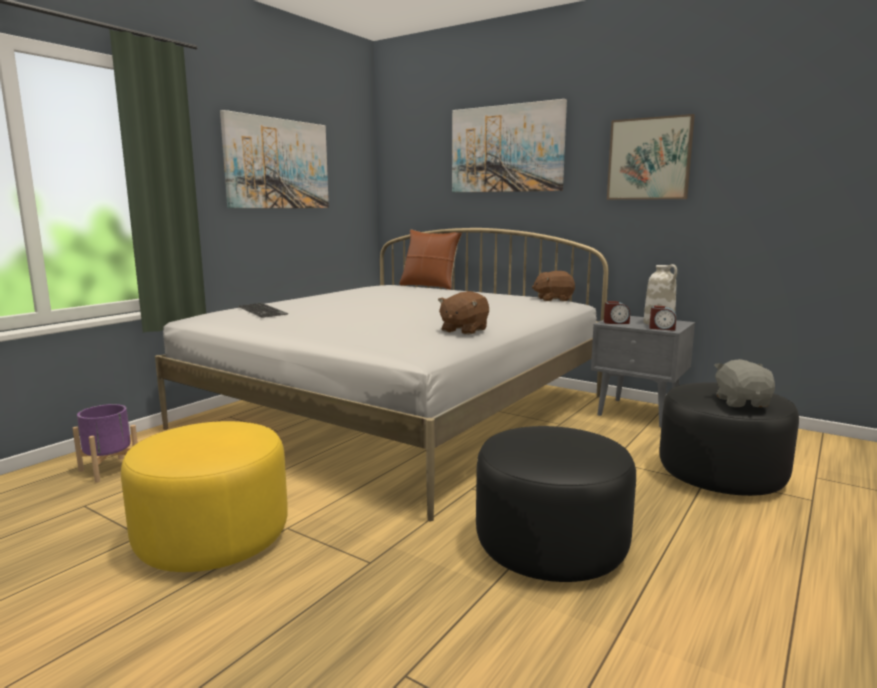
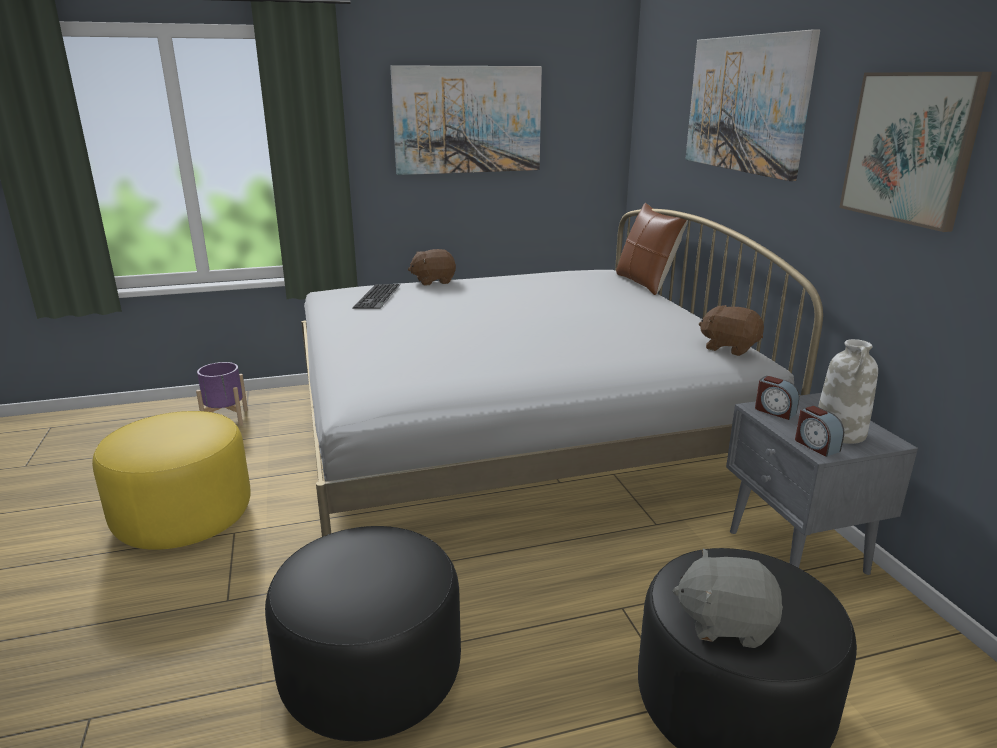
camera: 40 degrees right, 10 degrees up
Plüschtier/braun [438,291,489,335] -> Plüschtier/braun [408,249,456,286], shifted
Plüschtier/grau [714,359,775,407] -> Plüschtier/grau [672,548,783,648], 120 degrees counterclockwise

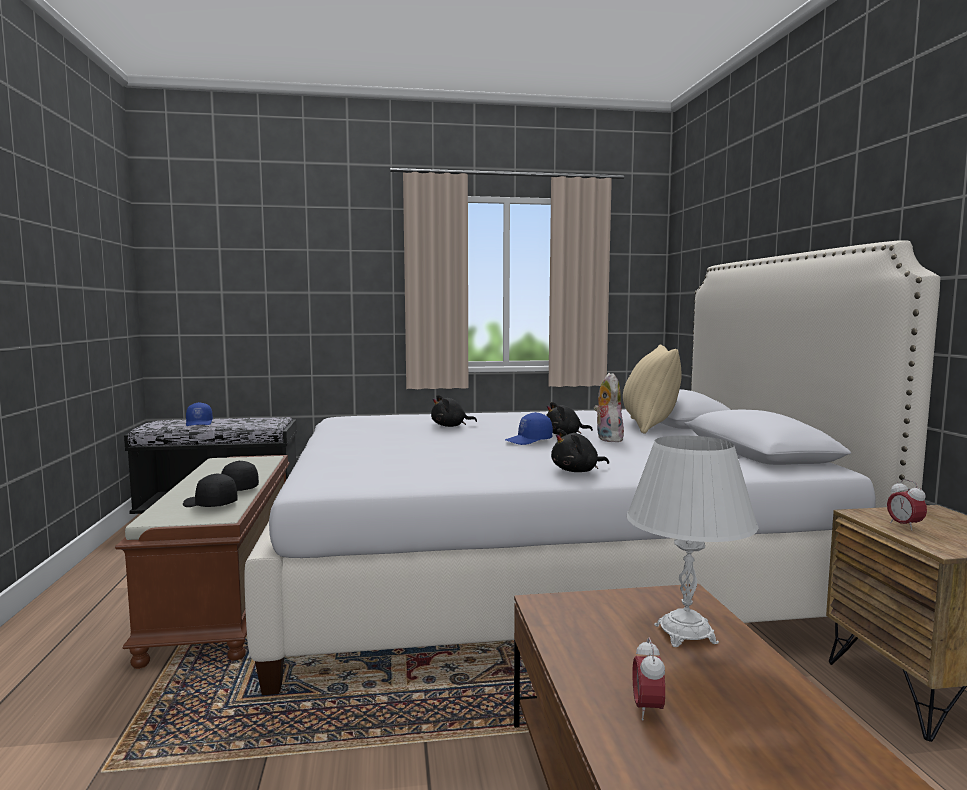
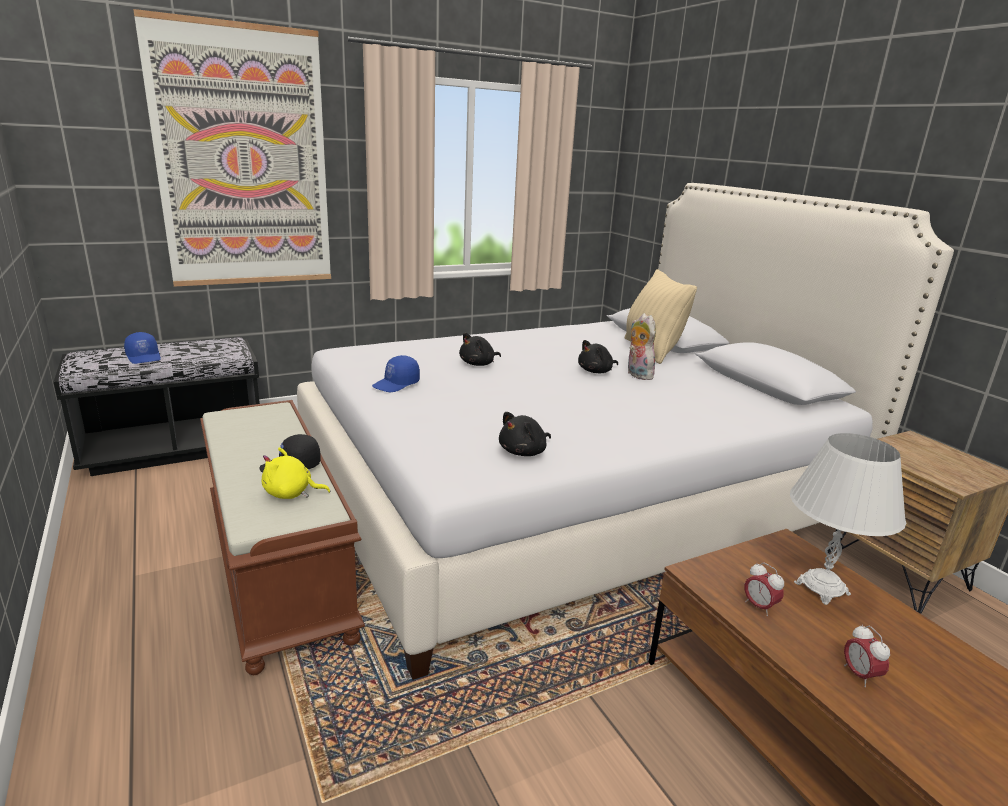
camera: 20 degrees left, 15 degrees up
Kappe/schwarz [183,474,238,507] -> Plüschtier/gelb [262,447,331,499]
Kappe/blau [505,412,553,445] -> Kappe/blau [372,355,420,392], shifted
Plüschtier/schwarz [551,429,609,472] -> Plüschtier/schwarz [499,412,551,456], shifted
Wecker [887,479,927,531] -> Wecker [744,562,784,616], shifted
none -> Bild [133,9,331,287]

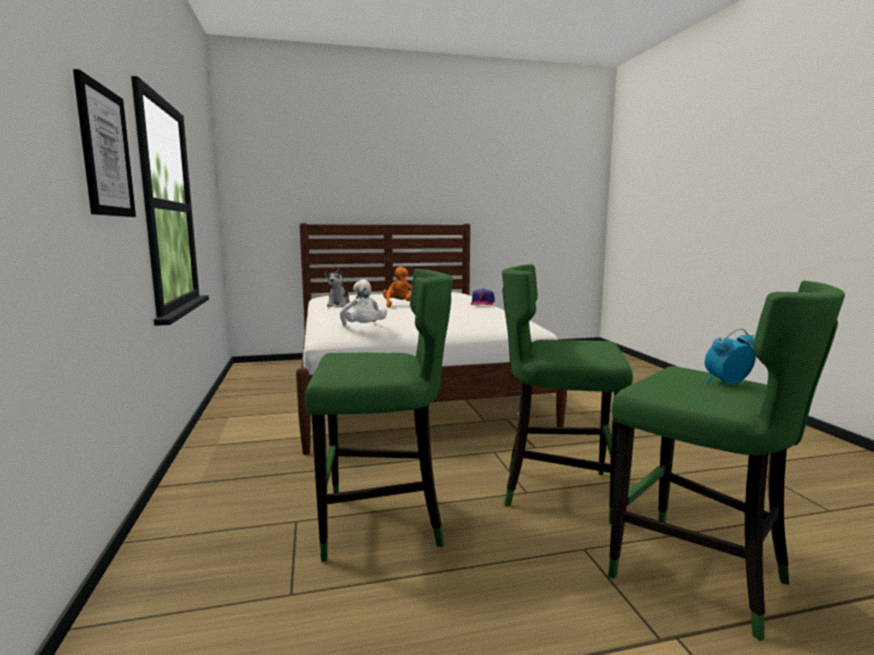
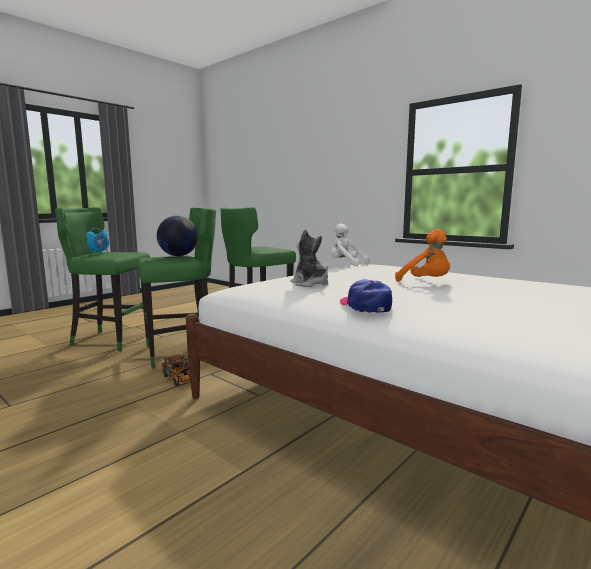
camera: 145 degrees right, 0 degrees up
Bild [73,69,136,217] -> none
Plüschtier [325,267,350,307] -> Plüschtier [291,229,328,287], shifted
none -> Globus [157,216,198,256]
none -> Spielzeuglaster [162,354,190,386]

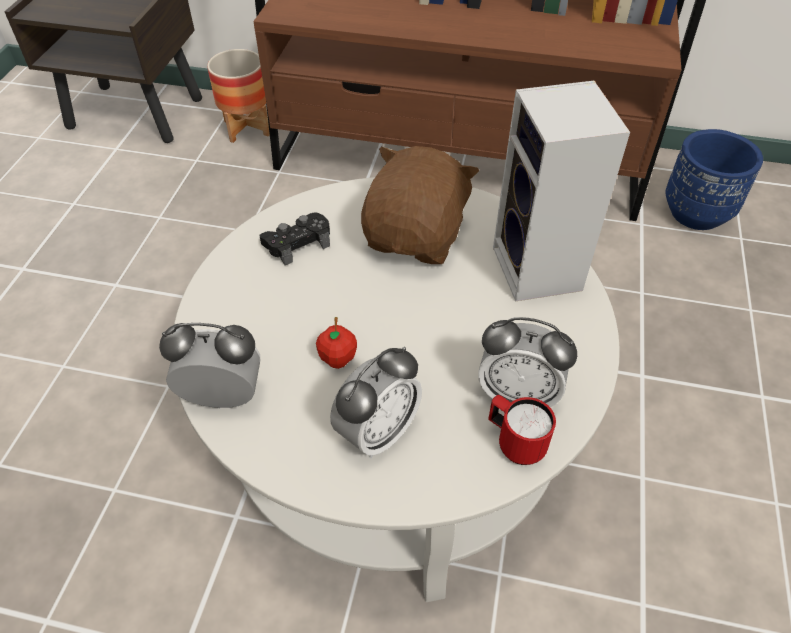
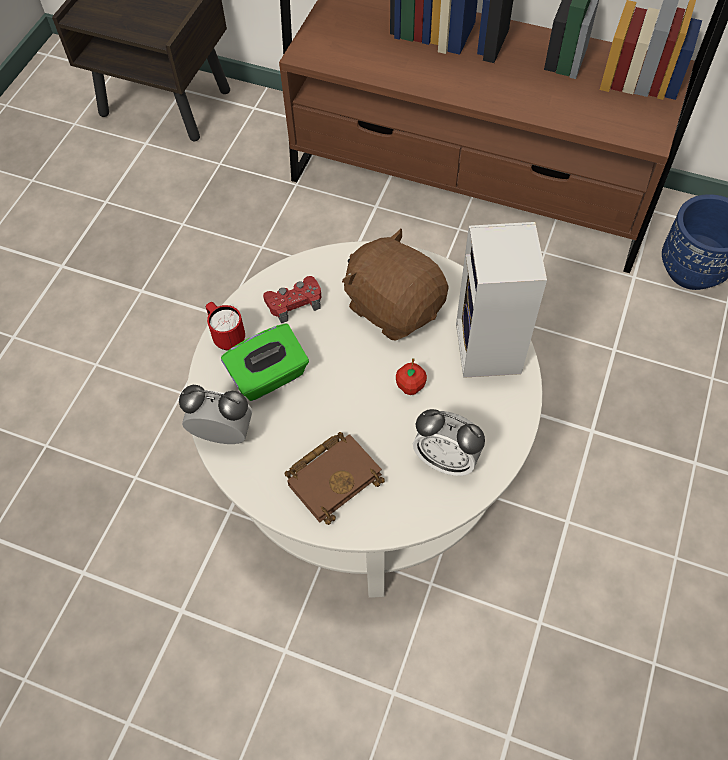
camera: 10 degrees right, 10 degrees up
Pflanzkübel [207,49,270,143] -> none
Gamepad/schwarz [260,212,330,265] -> Gamepad/rot [263,276,321,323]
Apfel [316,317,357,369] -> Apfel [396,358,427,395], shifted
Wecker [330,347,422,458] -> Buch/braun [285,432,385,525]
Plüschtier/braun [361,146,479,264] -> Plüschtier/braun [342,228,449,341], 75 degrees counterclockwise
Henkelbecher/rot [488,395,556,465] -> Henkelbecher/rot [206,302,245,351], shifted
none -> Taschentuchbox/grün [221,324,309,401]

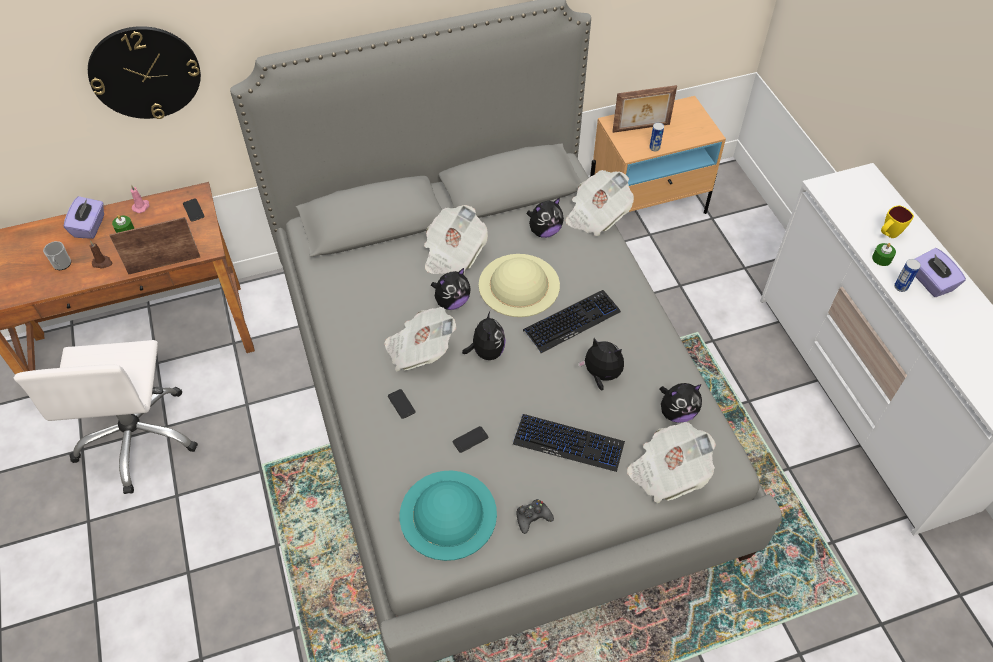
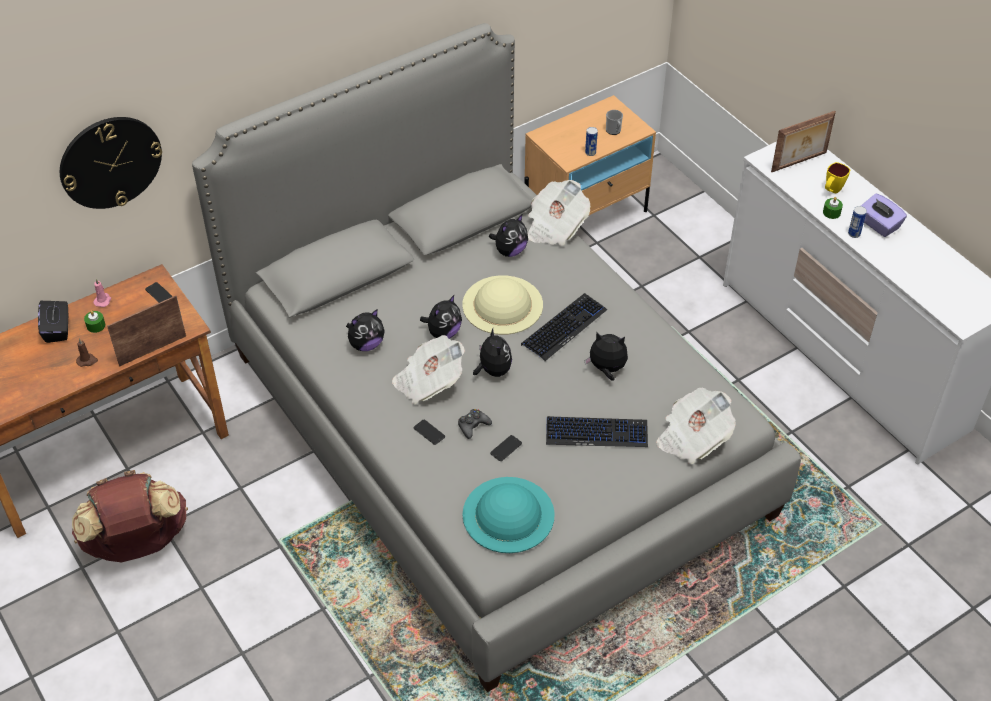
camera: 15 degrees left, 5 degrees down
Bürostuhl/weiß [14,340,198,494] -> Rucksack/braun [72,470,188,563]
Henkelbecher [43,241,71,270] -> Henkelbecher [606,110,623,135], shifted
Taschentuchbox/lila [64,196,104,239] -> Taschentuchbox/schwarz [38,301,68,343]
Zeitung [424,205,488,275] -> none
Gamepad/schwarz [517,499,554,534] -> Gamepad/schwarz [458,409,492,439], shifted
Bilderrahmen [612,85,677,133] -> Bilderrahmen [771,111,836,172], shifted
Plüschtier [659,383,702,423] -> Plüschtier [346,310,385,351], shifted

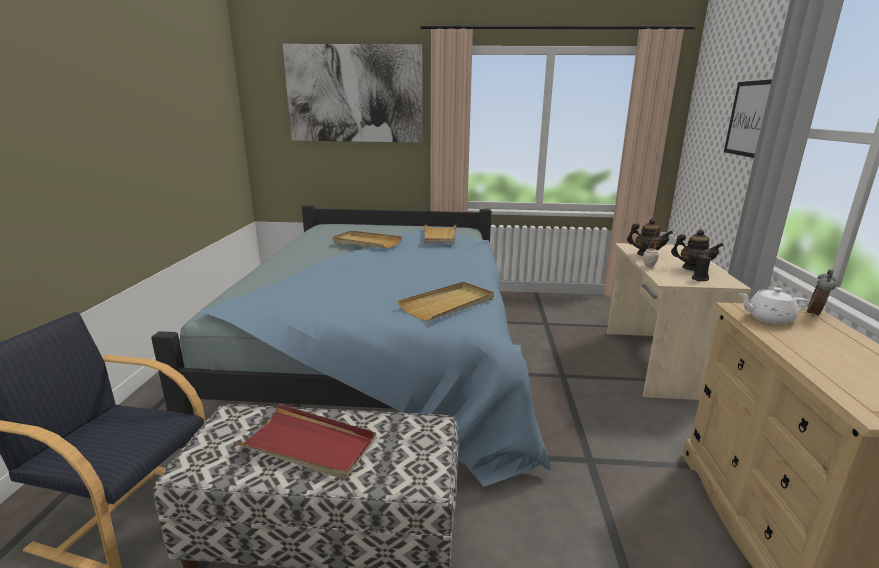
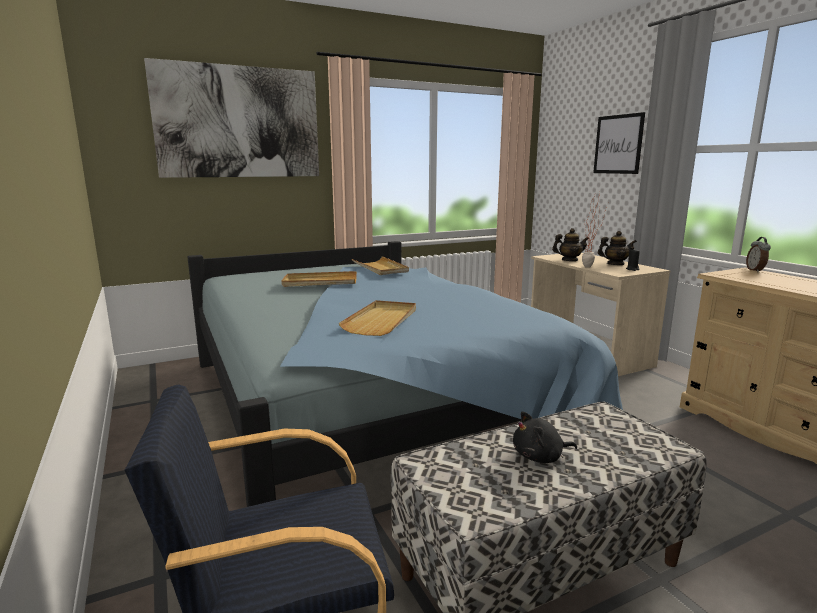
camera: 30 degrees left, 5 degrees down
Tablett/rot [234,404,377,480] -> Plüschtier/schwarz [513,412,577,463]
Tablett/beige [398,282,494,321] -> Tablett/beige [339,300,416,336], shifted
Teekanne/weiß [738,287,809,325] -> none

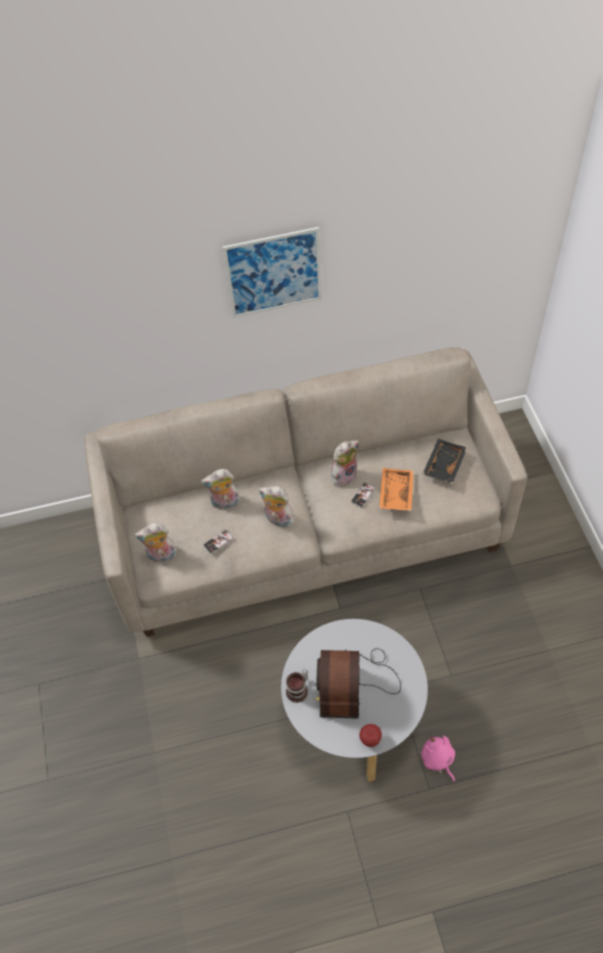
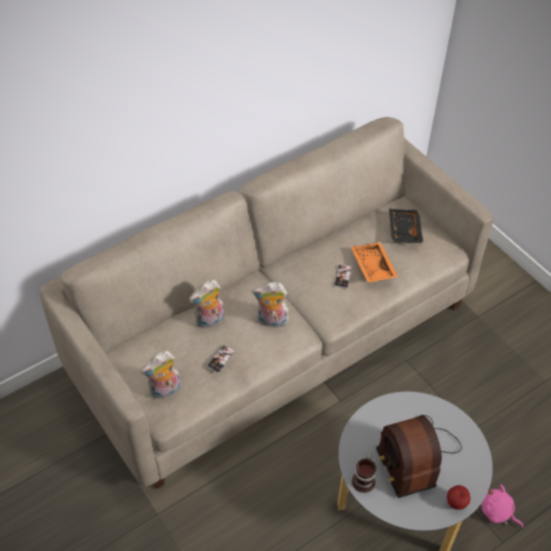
camera: 25 degrees left, 5 degrees down
Bild [222,227,322,318] -> none
Plüschtier [331,440,359,487] -> none

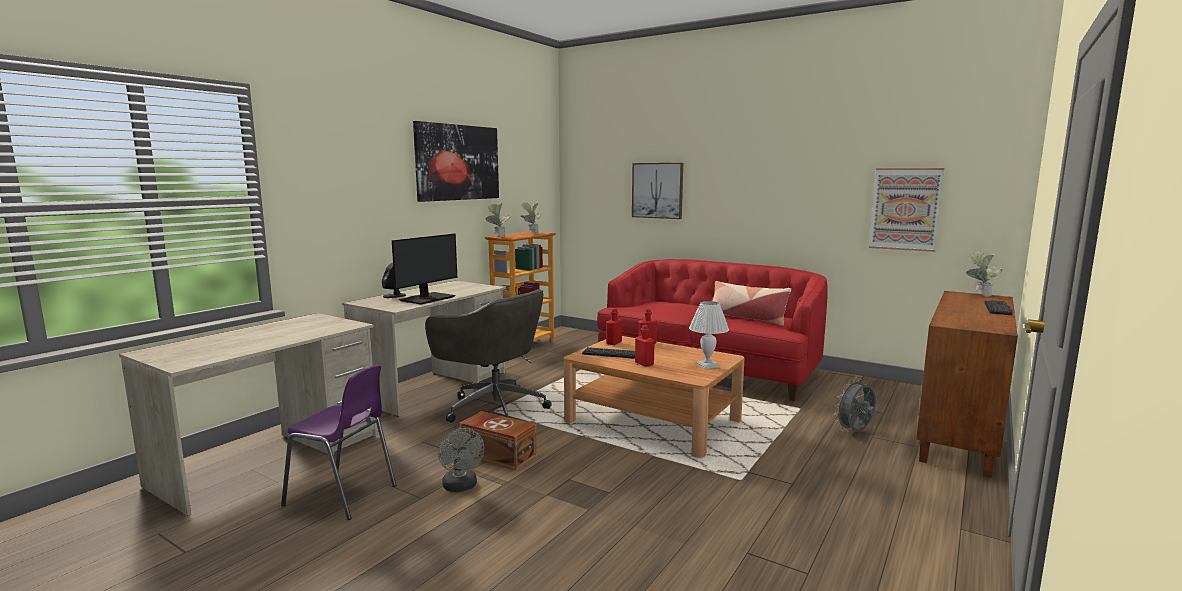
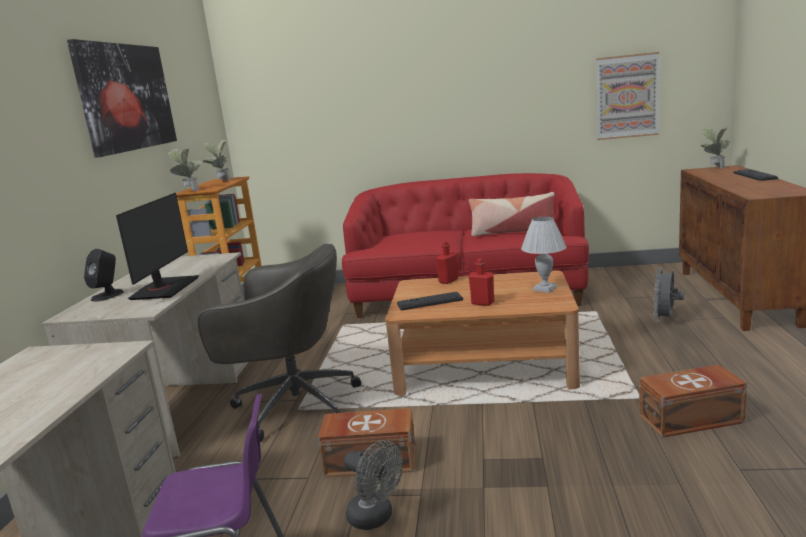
camera: 25 degrees left, 5 degrees up
Flasche/rot [606,308,622,345] -> none
Bild [632,163,683,219] -> none
none -> Aufbewahrungsbox/braun [639,364,747,438]

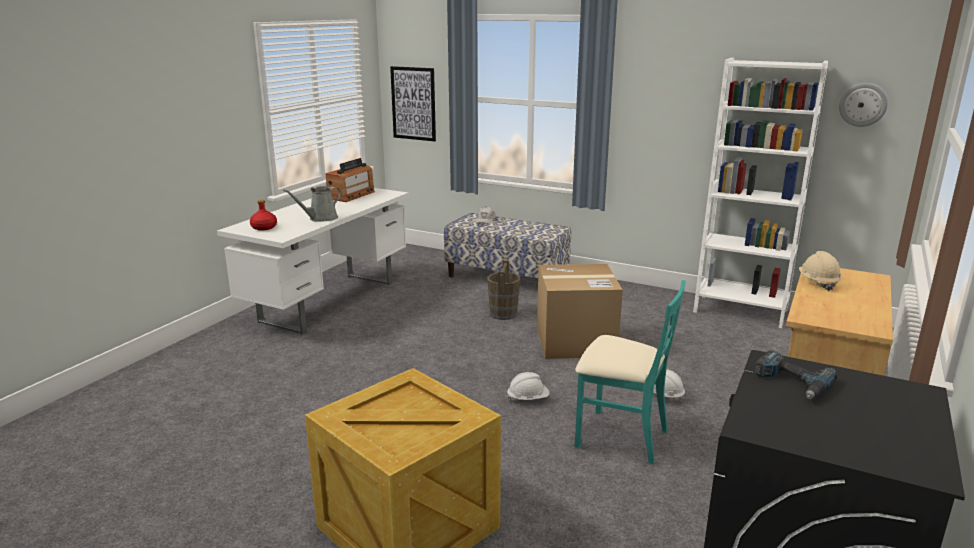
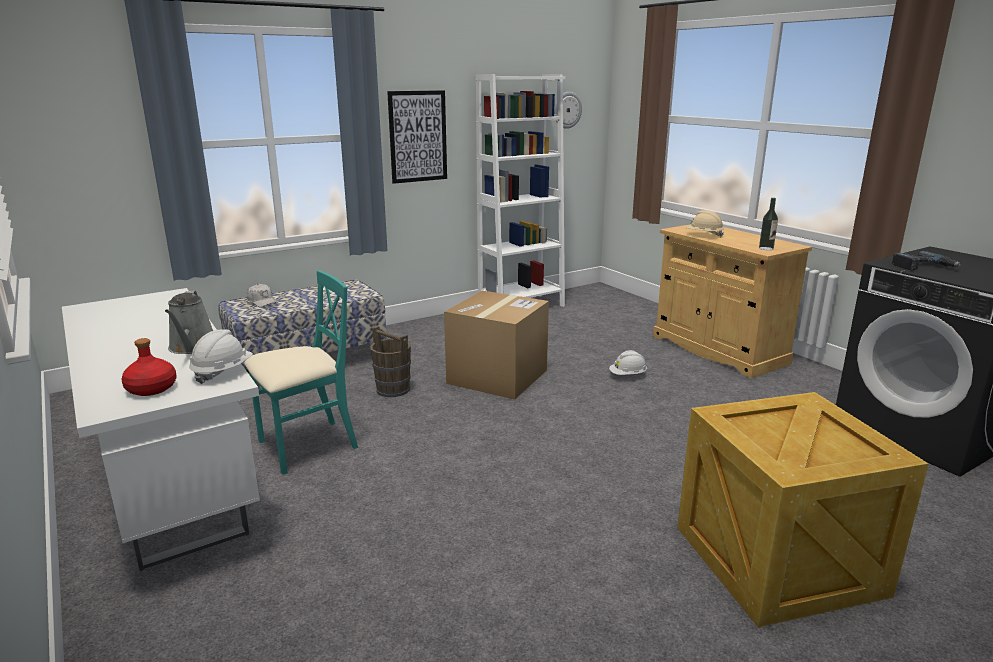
camera: 60 degrees left, 0 degrees up
Radio [325,158,375,202] -> none
Bild [390,66,436,141] -> Bild [387,90,447,184], shifted
Schutzhelm/weiß [507,372,549,401] -> Schutzhelm/weiß [189,329,253,384], shifted
Stuhl/türkis [575,280,686,465] -> Stuhl/türkis [244,270,358,475], shifted
none -> Flasche [759,198,778,250]

